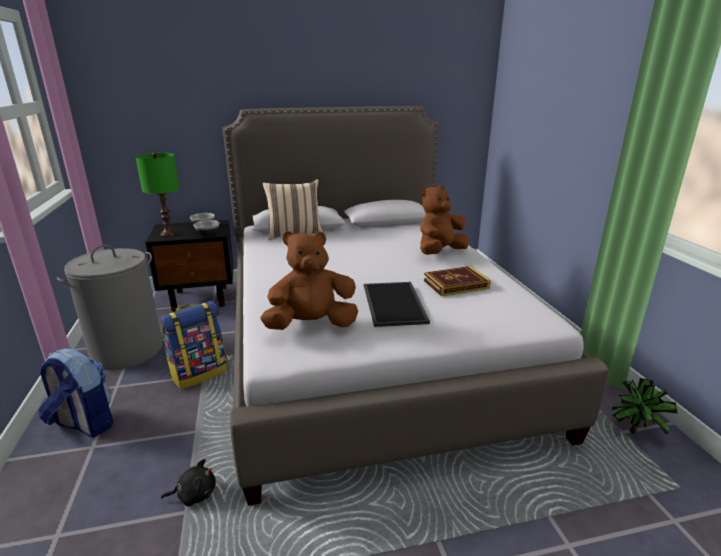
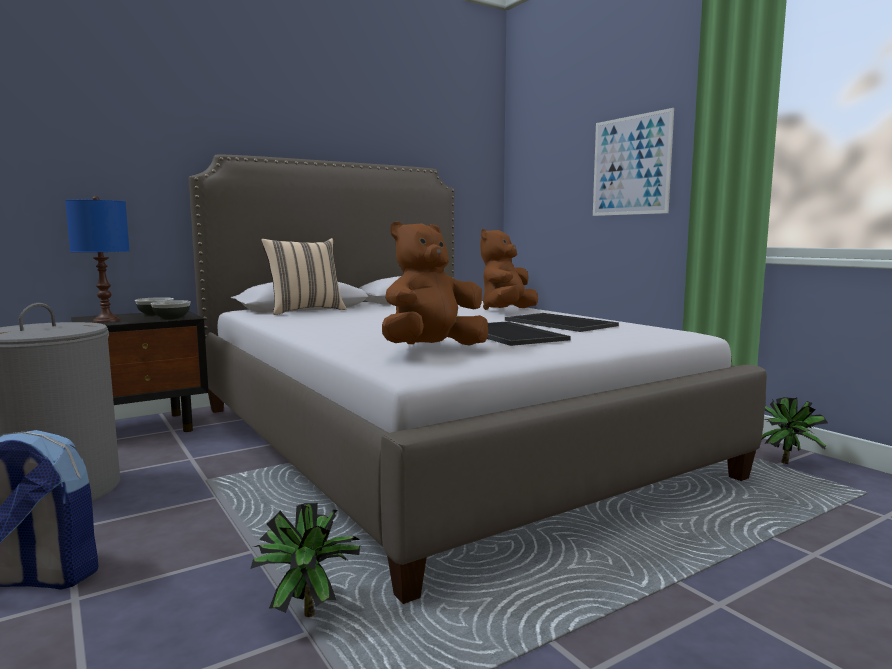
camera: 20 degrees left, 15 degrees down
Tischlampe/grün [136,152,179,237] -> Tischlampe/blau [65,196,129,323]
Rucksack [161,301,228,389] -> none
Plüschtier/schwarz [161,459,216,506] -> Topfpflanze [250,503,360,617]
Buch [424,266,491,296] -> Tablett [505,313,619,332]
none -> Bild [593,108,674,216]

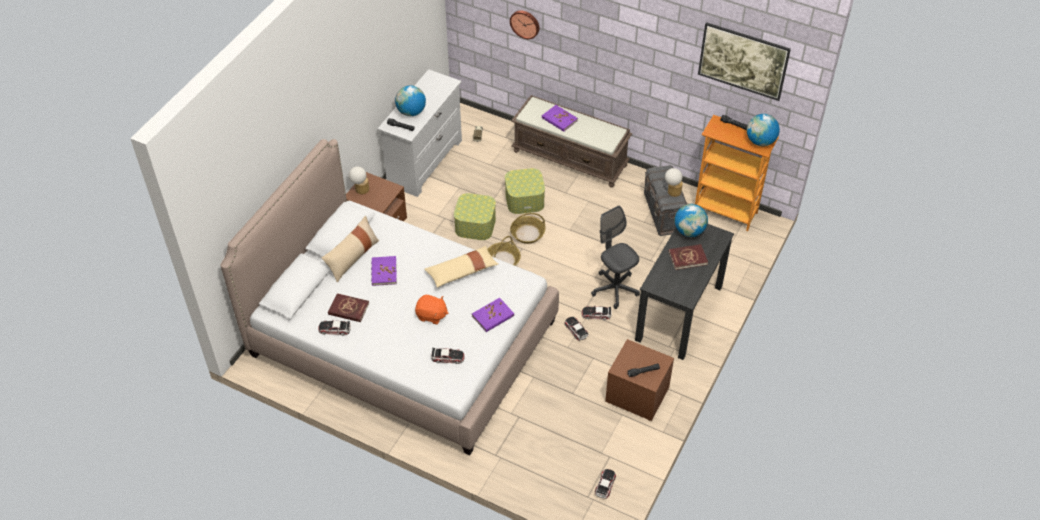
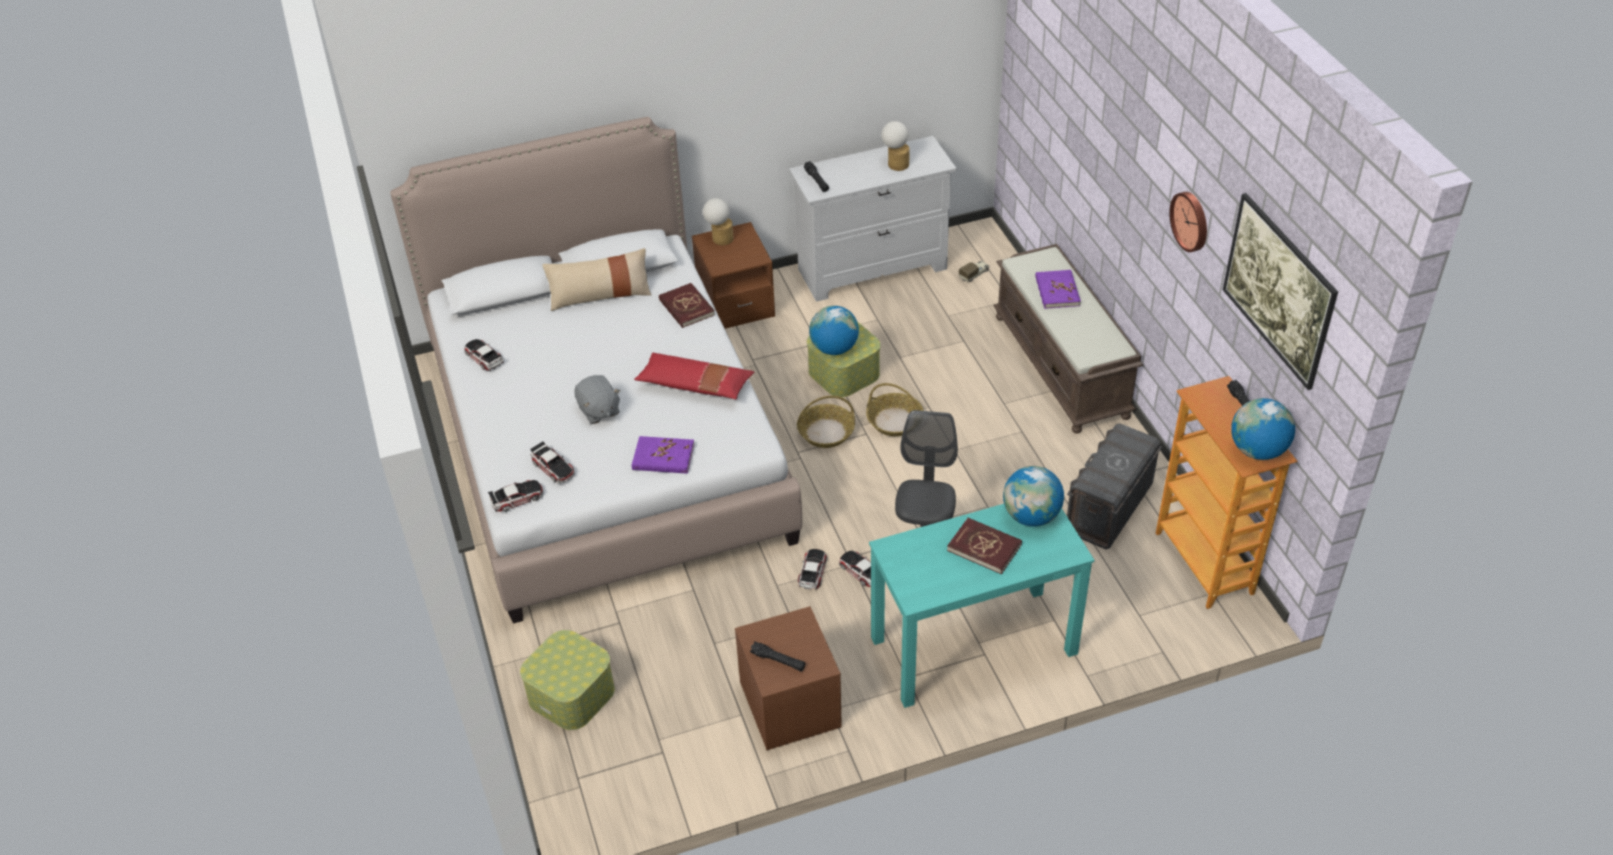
camera: 45 degrees right, 5 degrees down
Buch/rot [328,293,369,322] -> Buch/rot [659,283,715,328], shifted
Buch/lila [371,256,397,286] -> none
Globus [395,85,426,116] -> Globus [809,306,859,355], shifted
Plüschtier/orange [415,295,448,324] -> Plüschtier/grau [575,375,621,424]
Kissen/beige [424,246,498,288] -> Kissen/rot [634,353,754,399]
Aufbewahrungsbox [505,168,545,214] -> Aufbewahrungsbox [520,630,615,730], shifted
Wanduhr [510,10,540,39] -> Wanduhr [1169,192,1207,252], shifted
Spielzeugauto [595,469,616,498] -> Spielzeugauto [488,480,543,512], shifted
Schreibtisch/schwarz [635,224,734,360] -> Schreibtisch/türkis [869,504,1095,708]
Tischlampe [665,168,683,197] -> Tischlampe [881,121,910,171], shifted

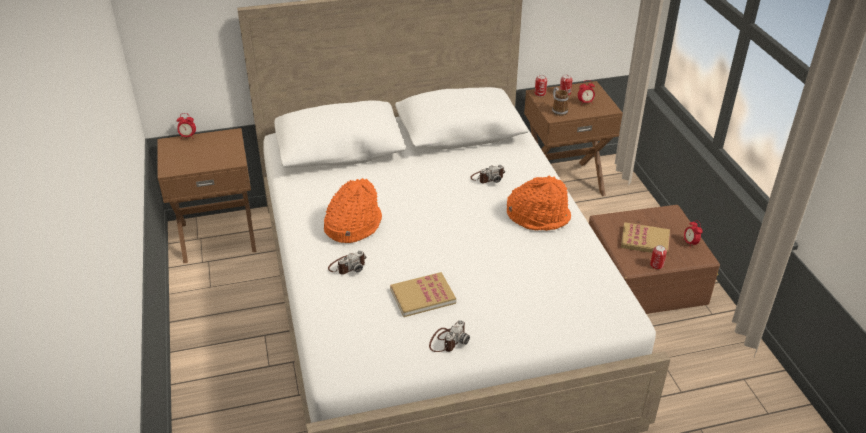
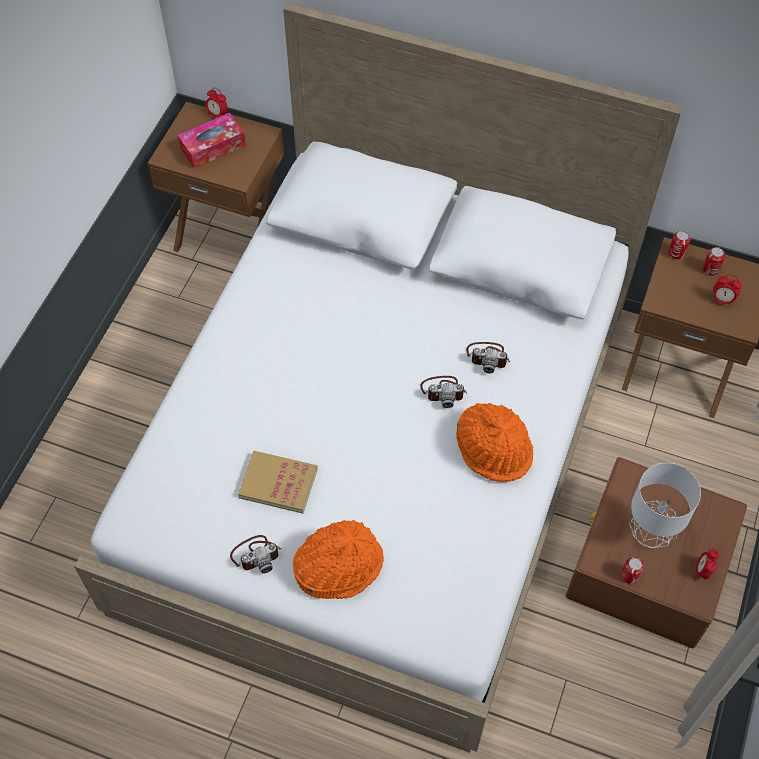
camera: 35 degrees right, 20 degrees up
Hut/orange [324,178,382,243] -> Hut/orange [293,520,384,599], shifted
Kamera [328,250,367,275] -> Kamera [420,376,467,408], shifted
Henkelbecher [552,87,569,116] -> none
Buch [621,222,670,255] -> Tischlampe/grau [629,463,701,548]
none -> Taschentuchbox [178,113,246,169]

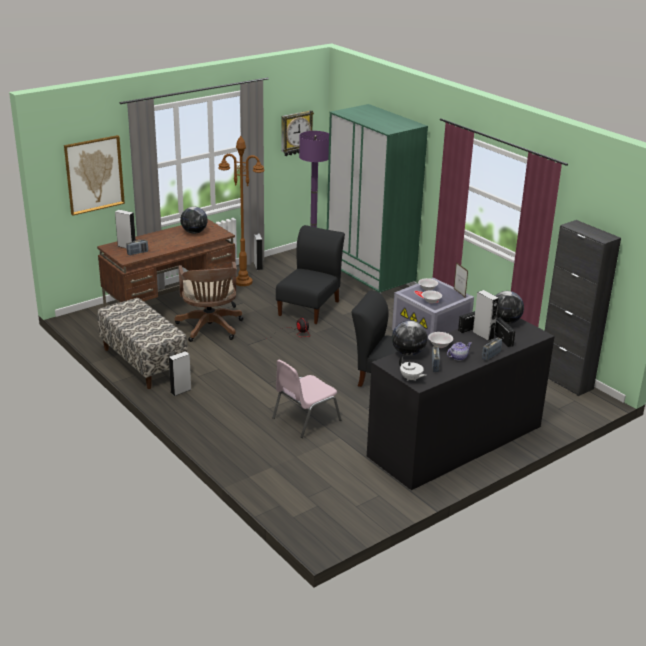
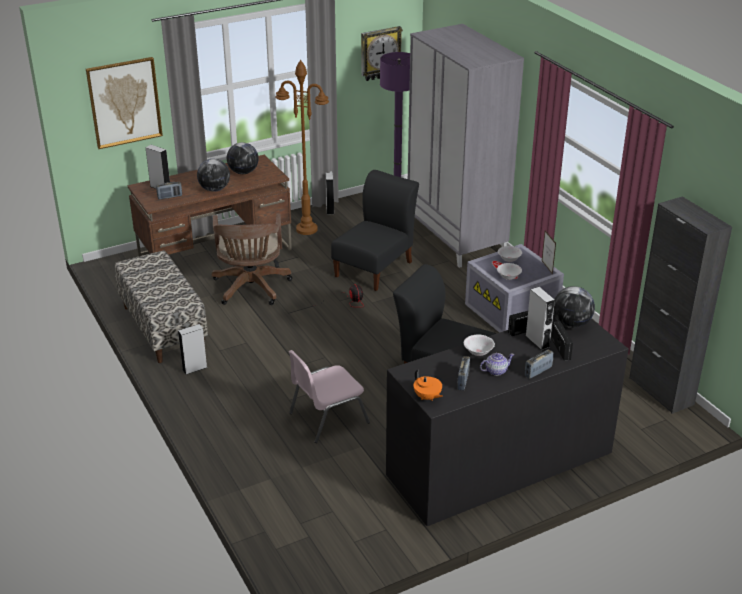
camera: 10 degrees right, 5 degrees up
Kleiderschrank/grün [327,104,428,294] -> Kleiderschrank/grau [408,24,524,268]
Globus [392,320,427,356] -> Globus [197,159,230,192], shifted
Teekanne/weiß [399,357,426,381] -> Teekanne/orange [414,370,443,401]

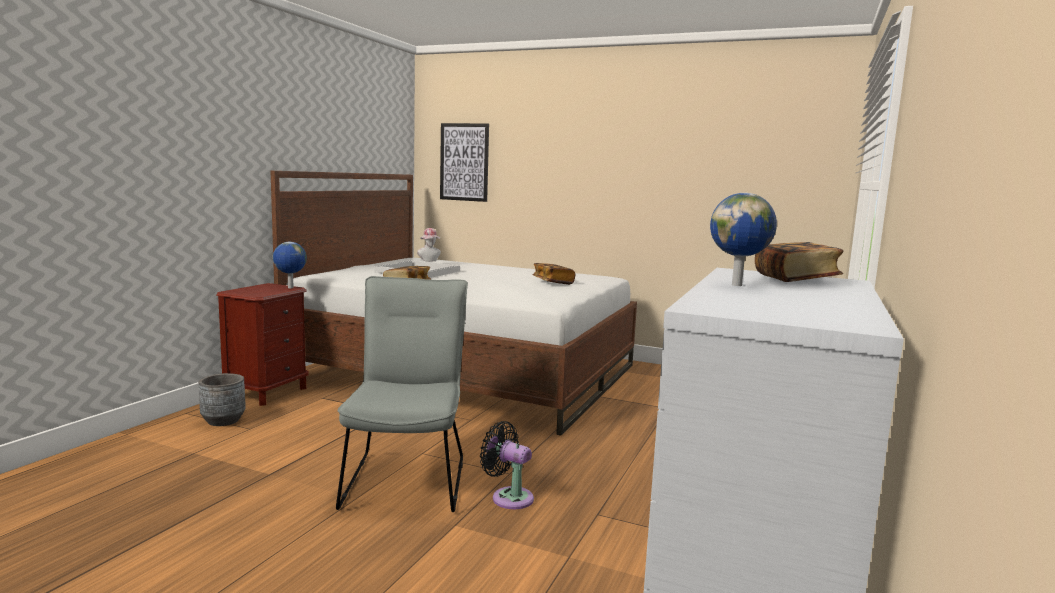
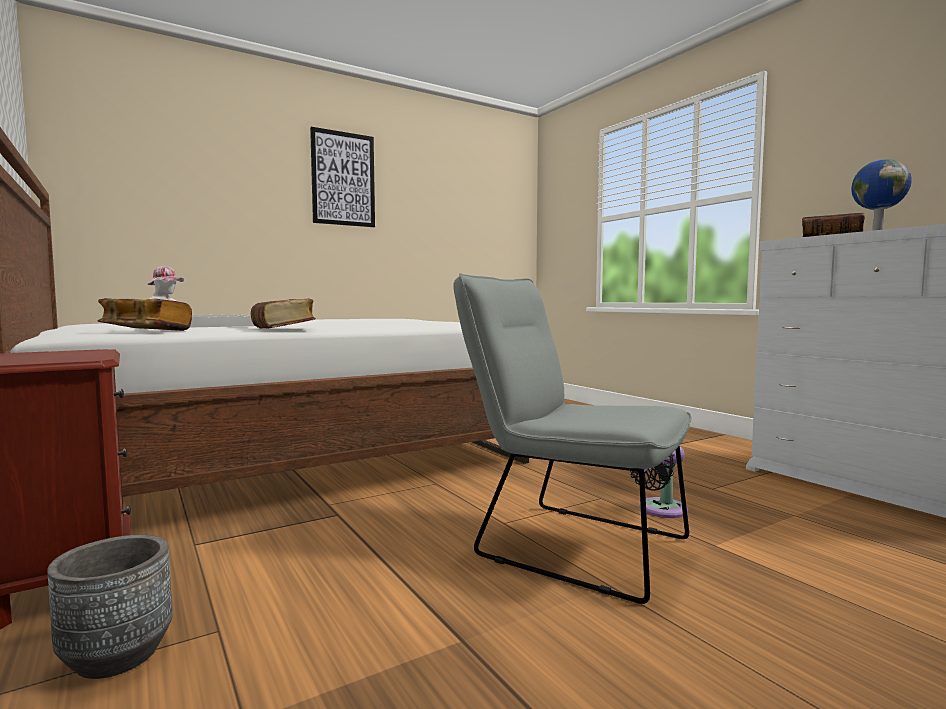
camera: 55 degrees left, 5 degrees down
Globus [273,242,307,288] -> none
Bild [440,123,489,202] -> Bild [310,127,375,227], shifted
Buch [532,263,575,285] -> Buch [97,298,192,331], shifted

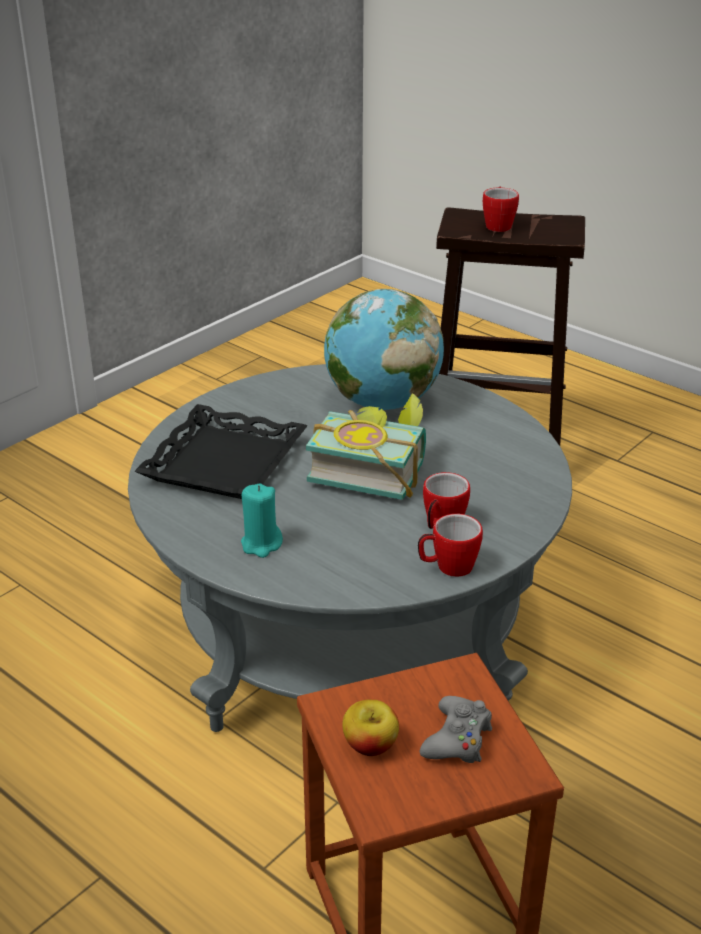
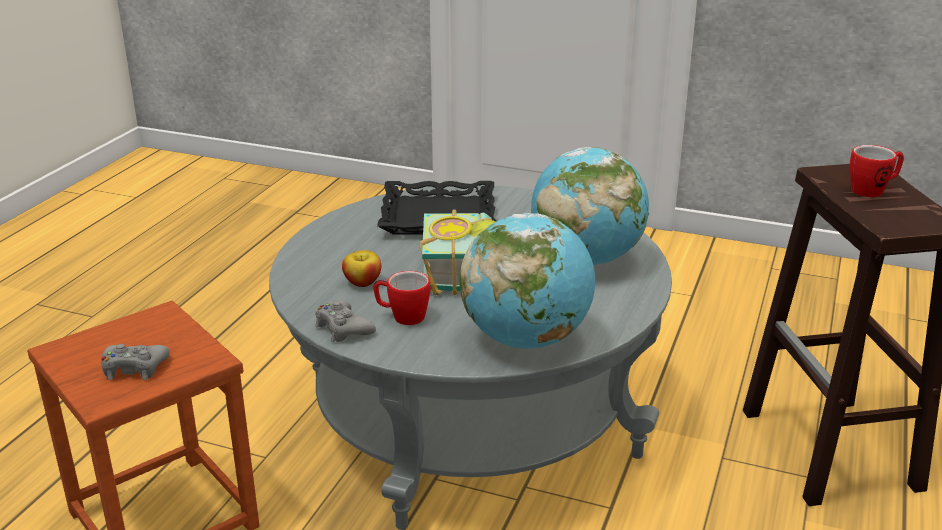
camera: 70 degrees right, 5 degrees down
Kerze/türkis [241,483,283,558] -> none
Apfel [342,699,399,756] -> Apfel [342,250,381,287], shifted
Henkelbecher [418,514,483,577] -> Gamepad/grau [315,300,376,342]
none -> Globus [460,213,595,349]

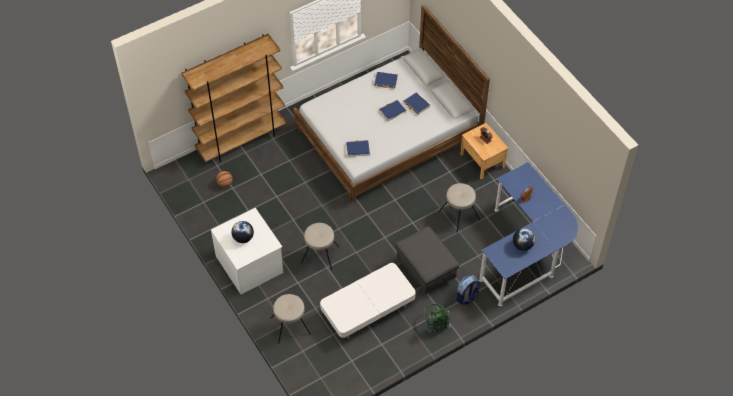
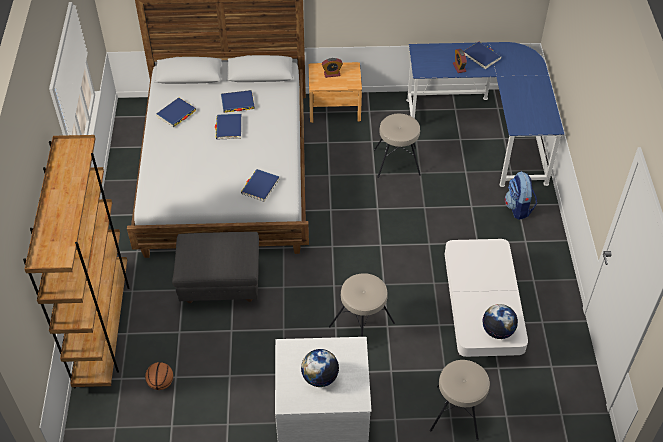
camera: 60 degrees left, 5 degrees down
Polsterhocker/grau [395,226,459,294] -> Polsterhocker/grau [172,232,259,303], shifted
Rucksack/grün [423,303,451,335] -> none
Globus [513,228,535,251] -> Globus [483,304,518,339], shifted
none -> Buch/blau [464,42,502,69]

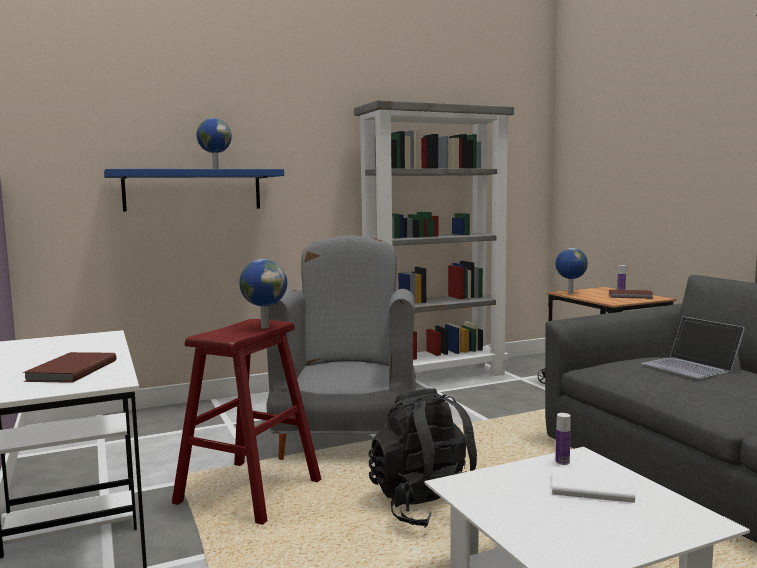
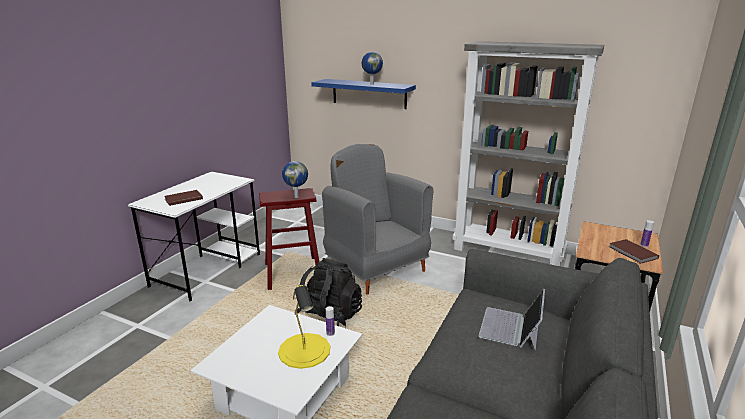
camera: 50 degrees right, 15 degrees up
Sessel/grau [266,235,416,460] -> Sessel/grau [322,144,433,295], 90 degrees counterclockwise
Buch/weiß [552,466,635,503] -> Tischlampe/gelb [278,285,330,369]
Globus [556,248,588,294] -> none

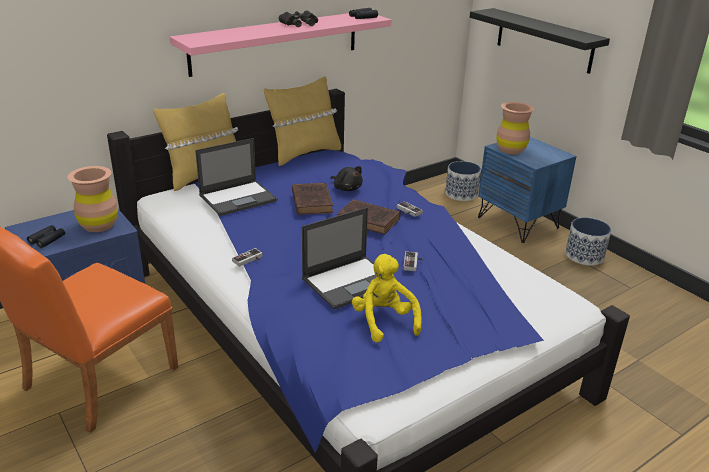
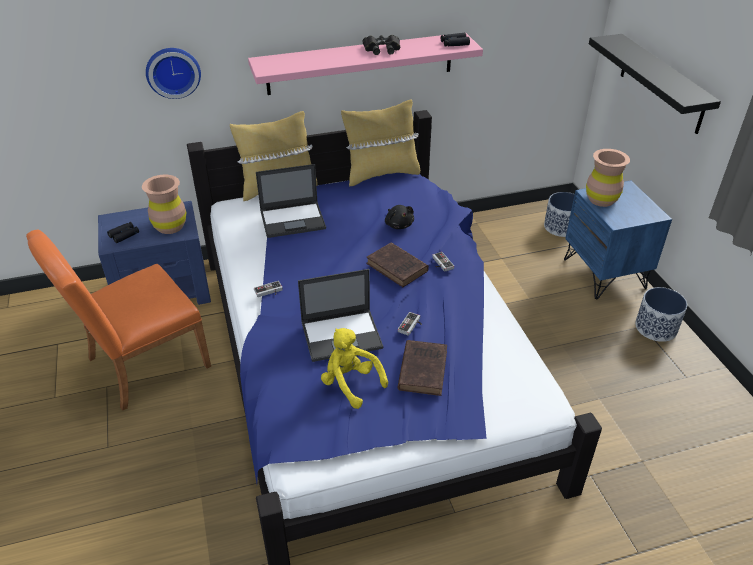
camera: 20 degrees right, 10 degrees up
Buch/braun [292,183,333,215] -> Buch/braun [398,340,447,396], shifted
Plüschtier/gelb [352,254,422,343] -> Plüschtier/gelb [321,328,388,409], 45 degrees counterclockwise
none -> Wanduhr [146,48,201,99]

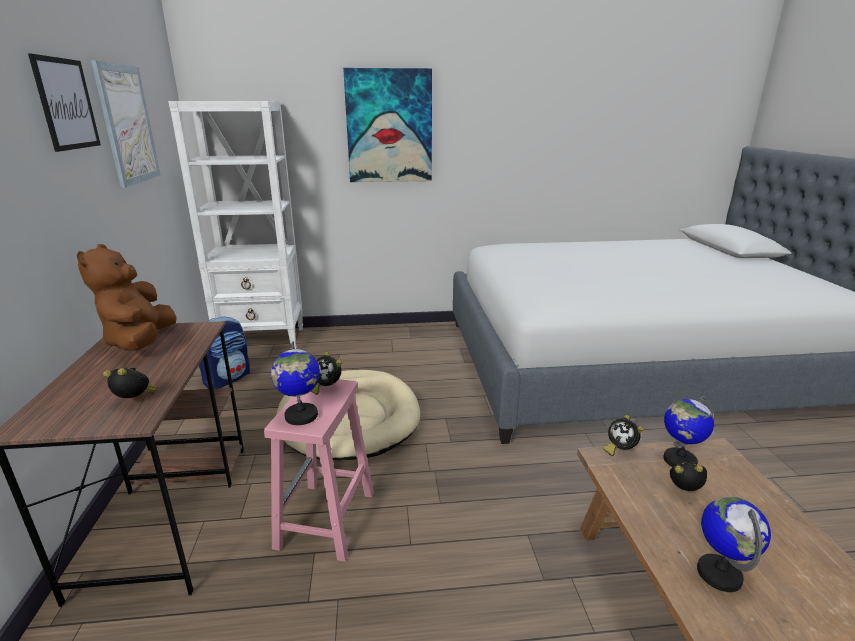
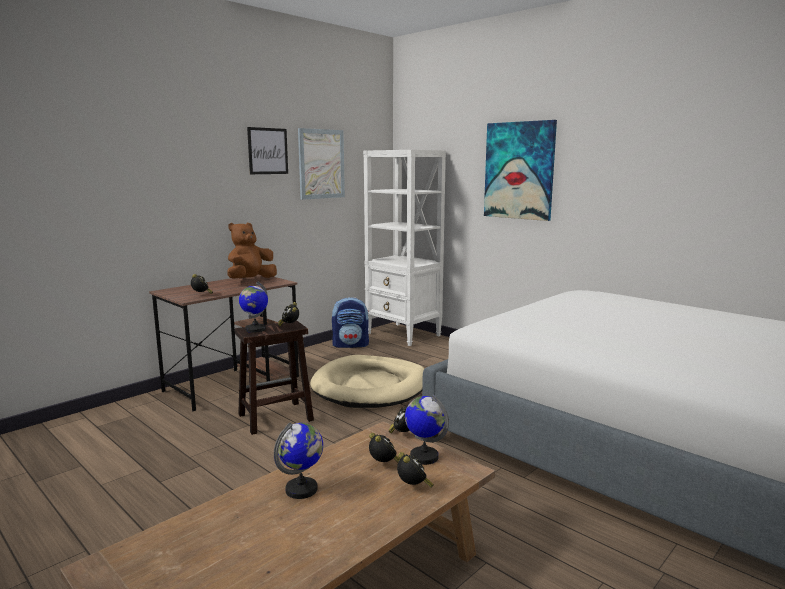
camera: 50 degrees right, 10 degrees down
Hocker/rosa [264,379,374,562] -> Hocker/braun [235,320,314,435]
none -> Wecker [397,452,434,487]

